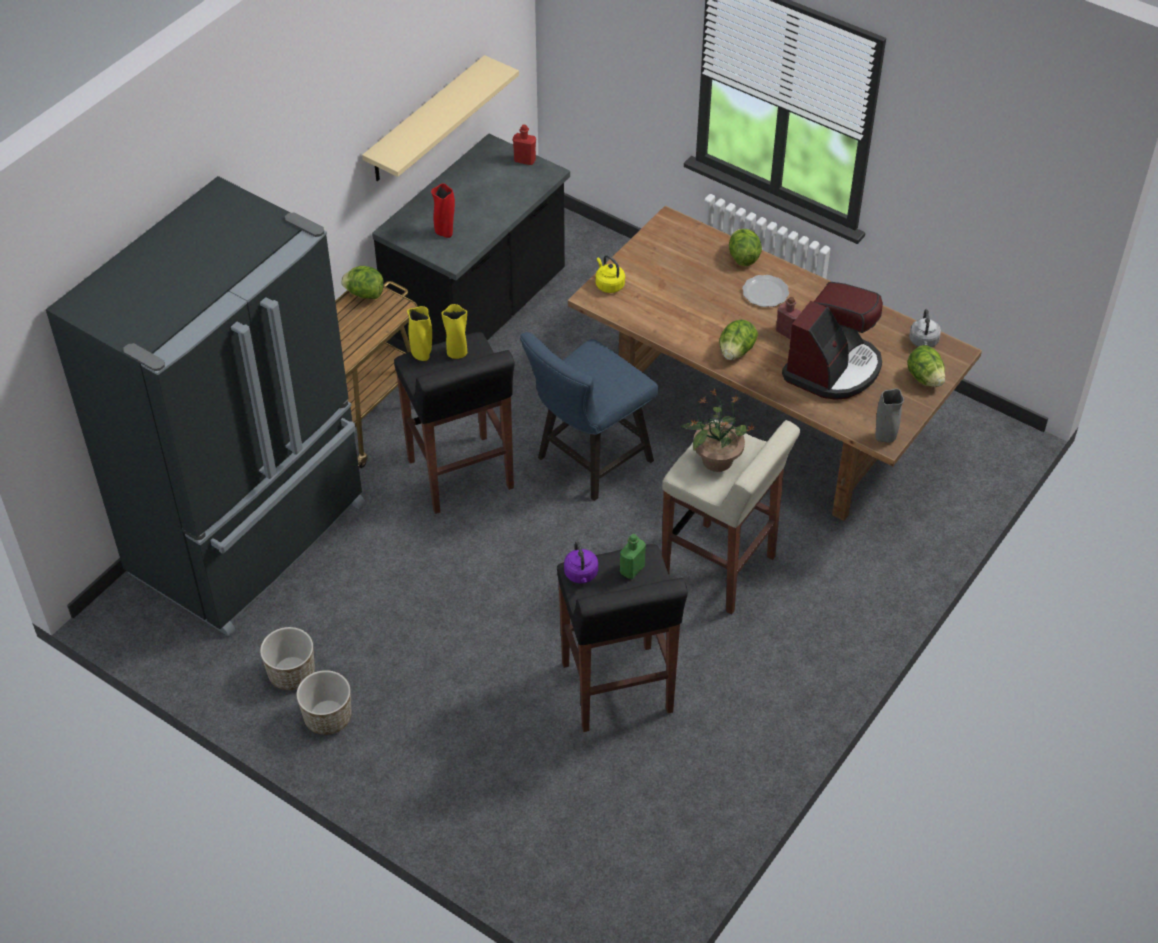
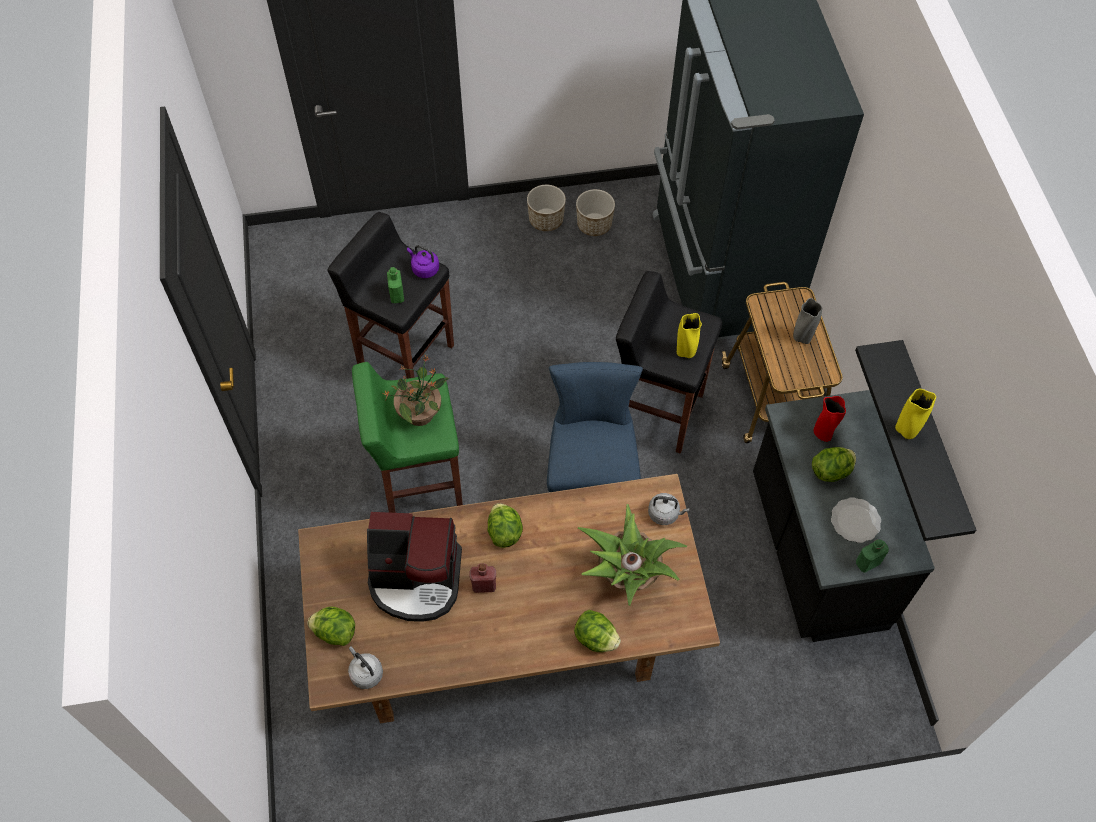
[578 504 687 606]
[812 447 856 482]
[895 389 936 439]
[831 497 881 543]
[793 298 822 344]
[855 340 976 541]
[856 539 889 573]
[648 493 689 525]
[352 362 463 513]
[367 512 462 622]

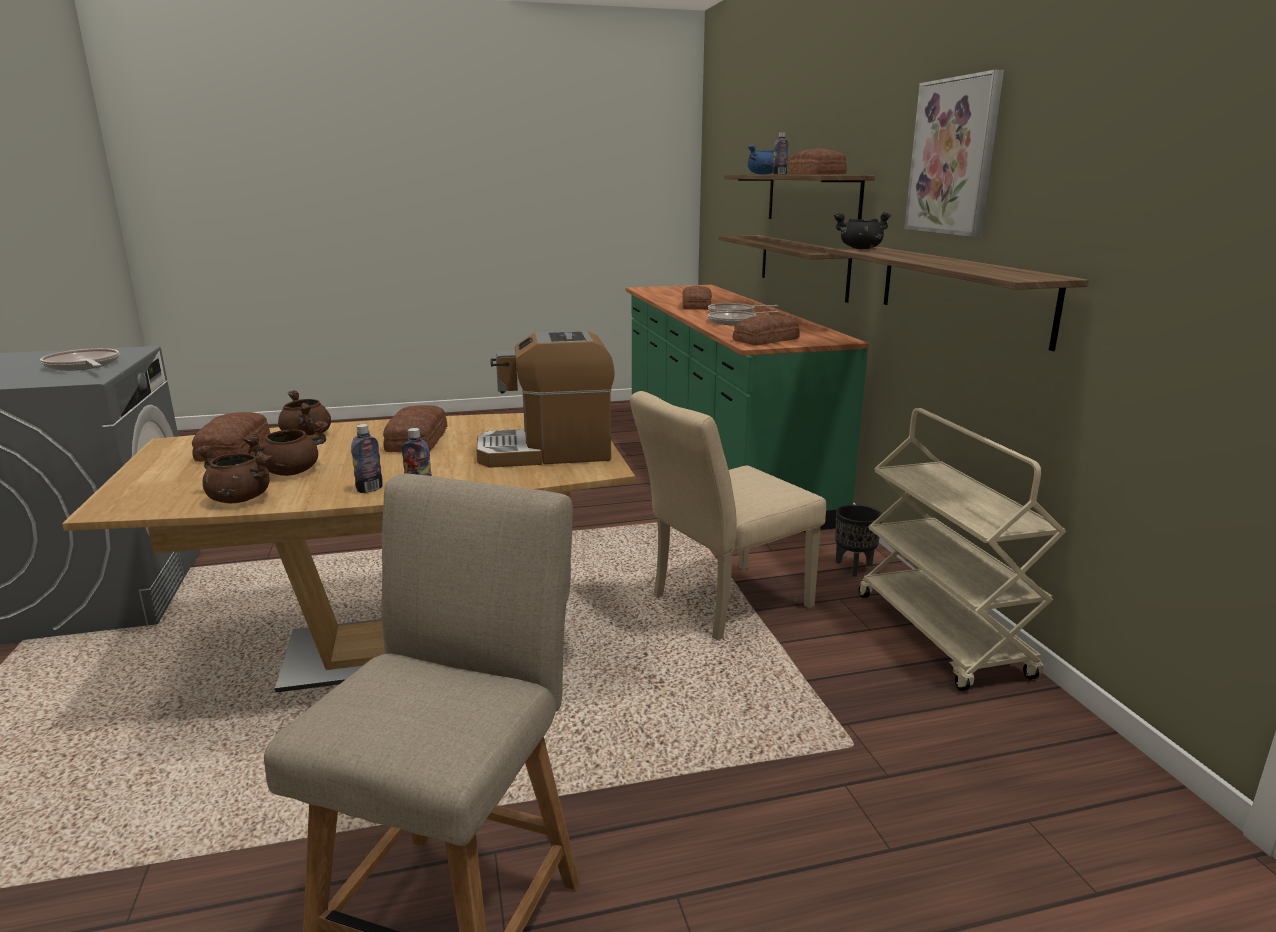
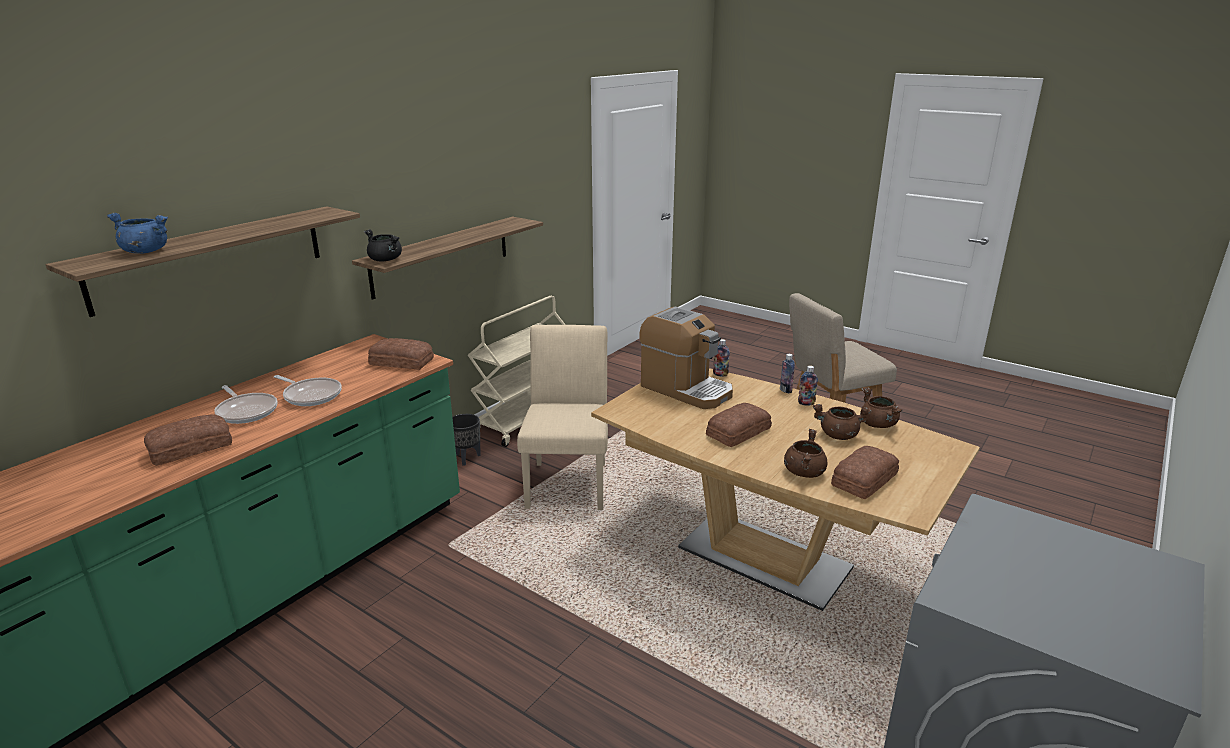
[40 348 119 371] (first image)
[719 235 852 303] (first image)
[788 148 847 174] (first image)
[904 69 1004 237] (first image)
[713 339 730 377]
[517 325 608 510]

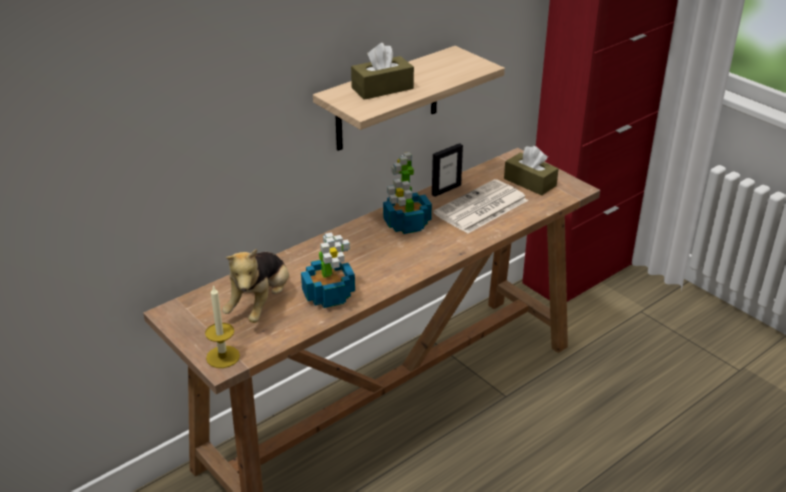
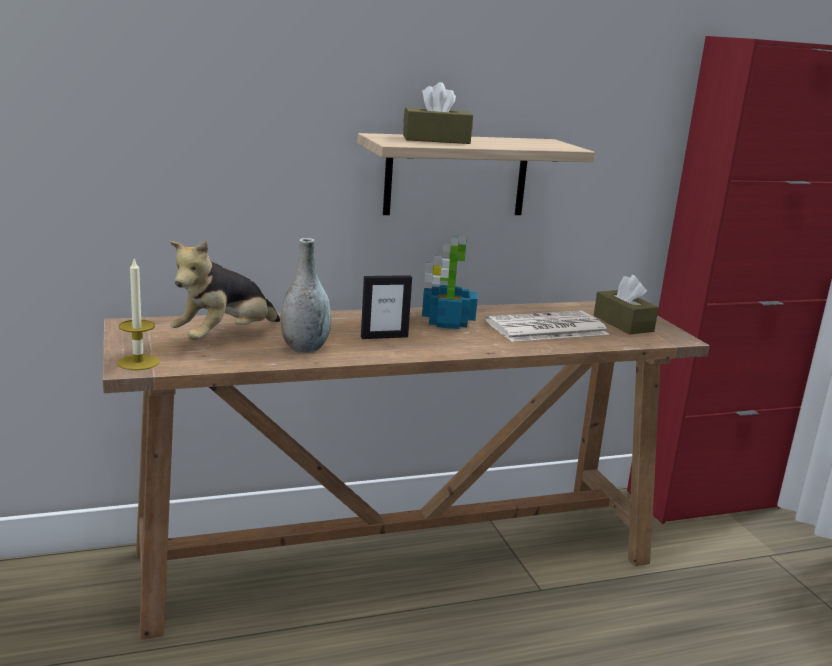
[361 275 412 339]
[281 238 331 353]

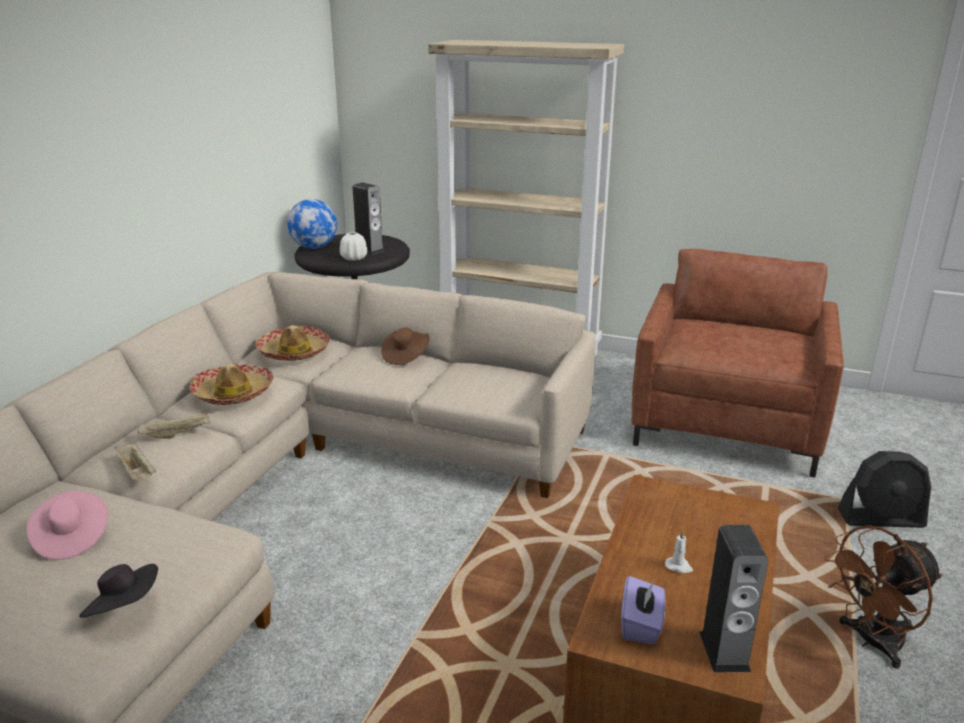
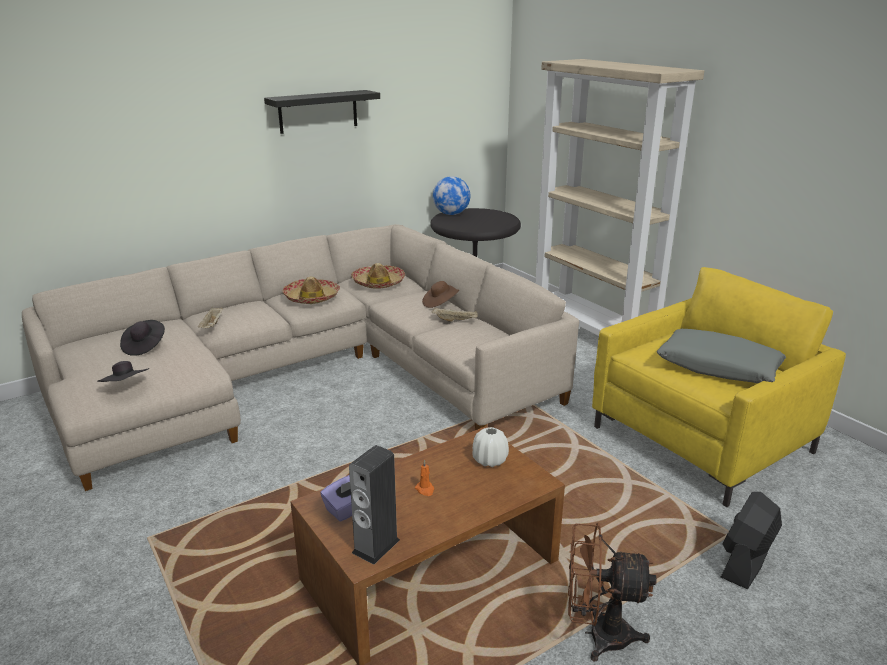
[352 183 384 255] (first image)
[264 90 380 134]
[657 329 786 383]
[432 308 478 322]
[472 427 509 467]
[120 320 165 356]
[592 267 846 507]
[415 460 434 496]
[721 492 782 589]

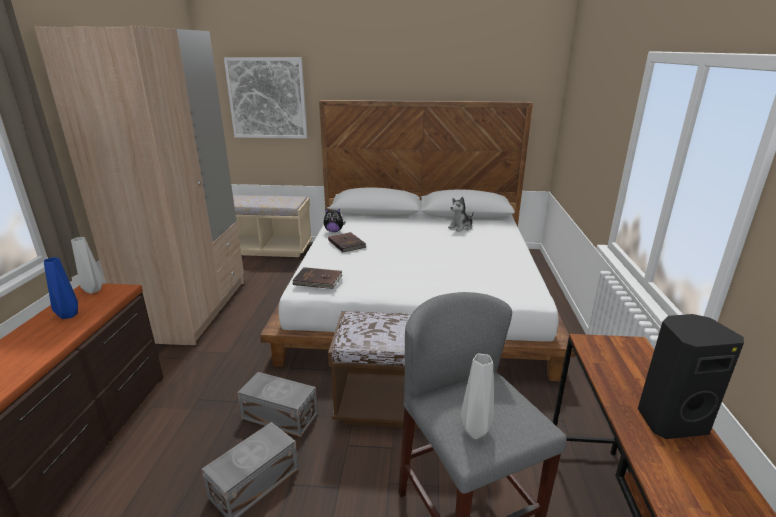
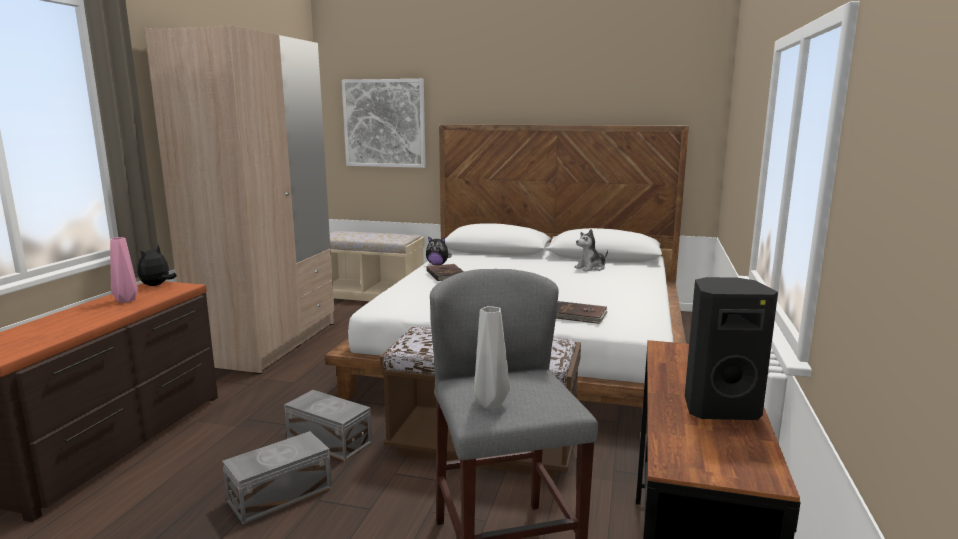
[556 301 608 324]
[137 245 177 286]
[110 237 138 303]

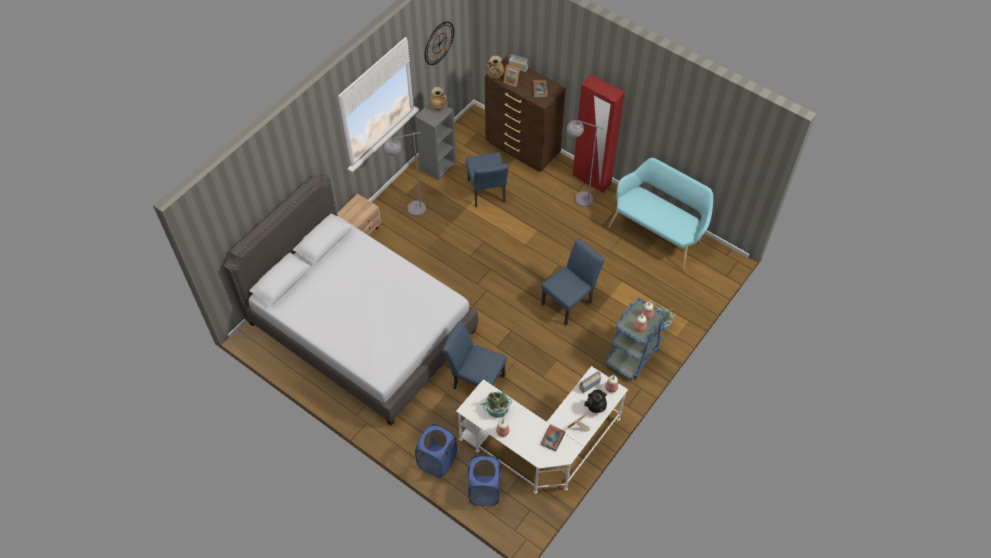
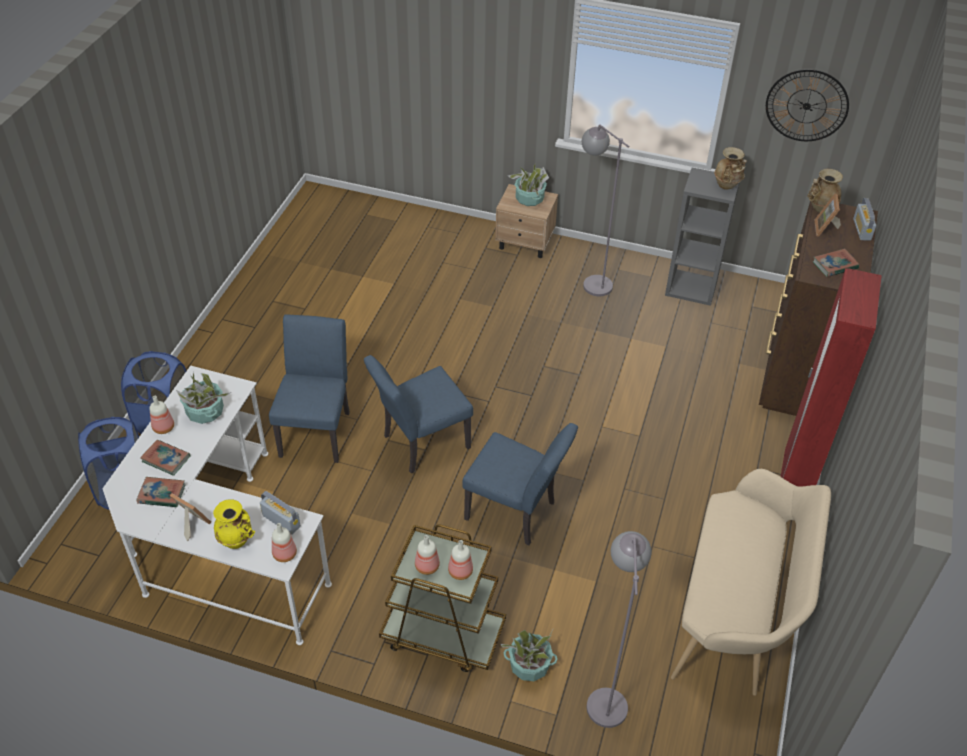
[223 174 478 426] (first image)
[140 440 191 476]
[508 163 549 206]
[364 355 473 474]
[587 531 652 728]
[213 499 256 549]
[379 524 506 672]
[671 469 831 696]

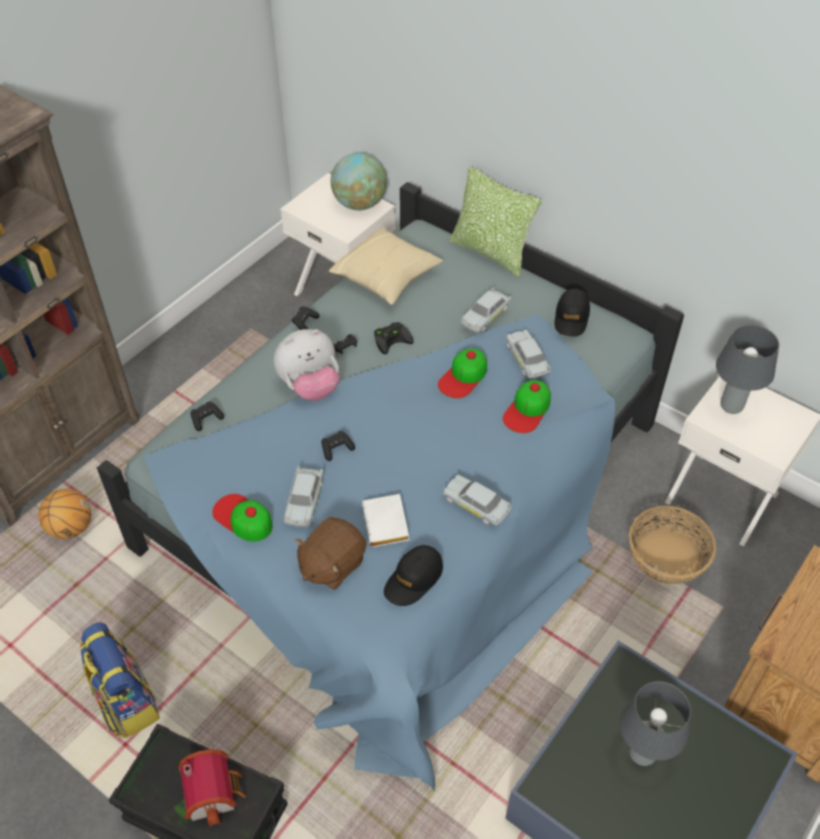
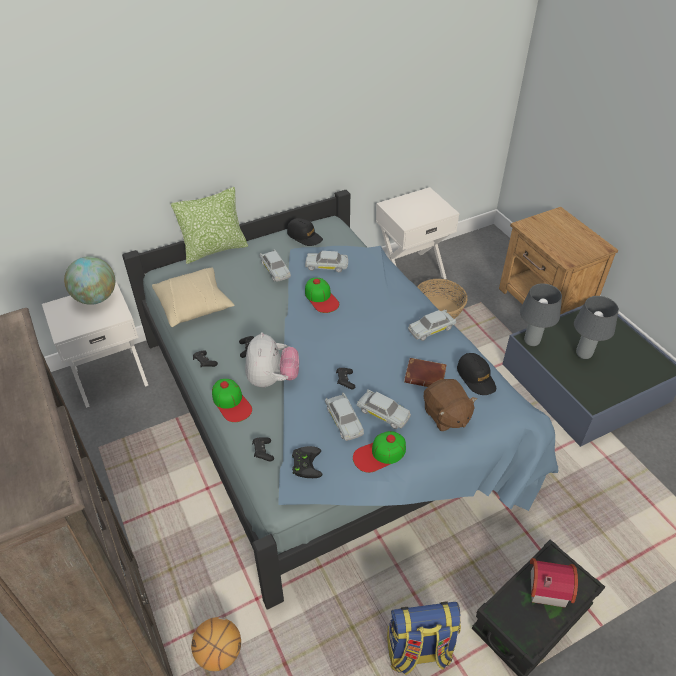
[325 393 364 441]
[292 446 323 478]
[212 379 252 422]
[520 283 562 346]
[404 358 447 387]

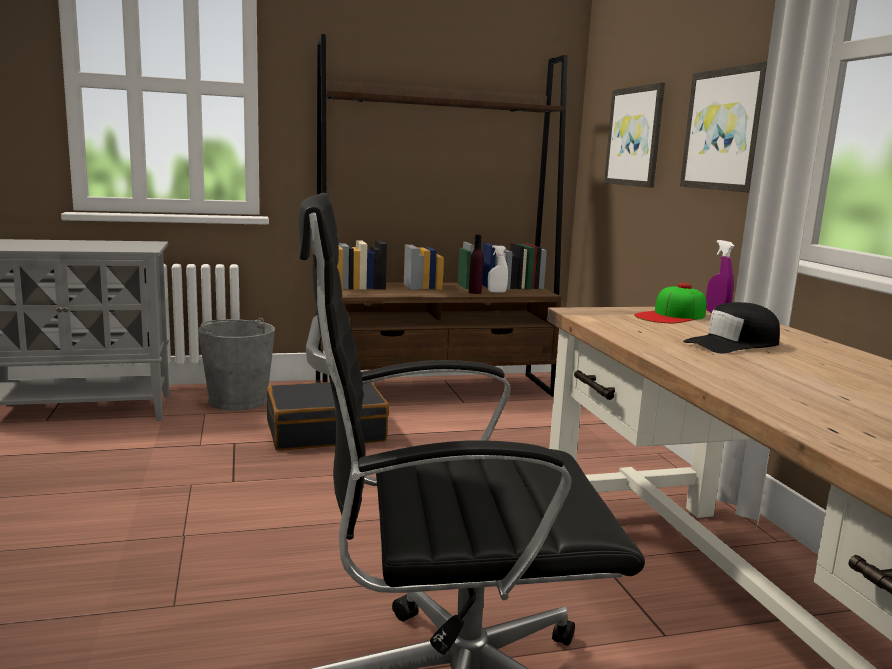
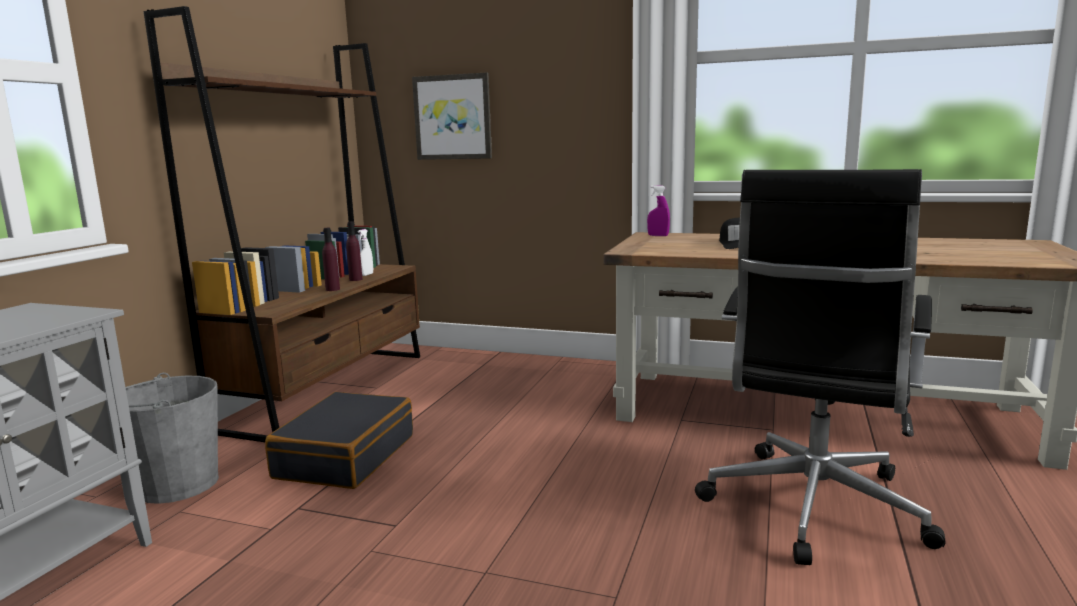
[634 283 706 323] (first image)
[680 61 767 193] (first image)
[322 228 340 291]

